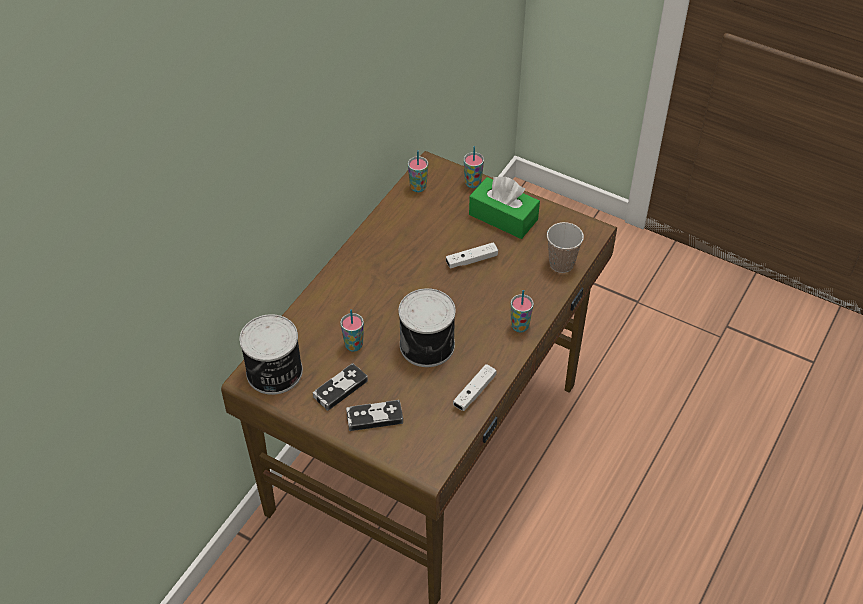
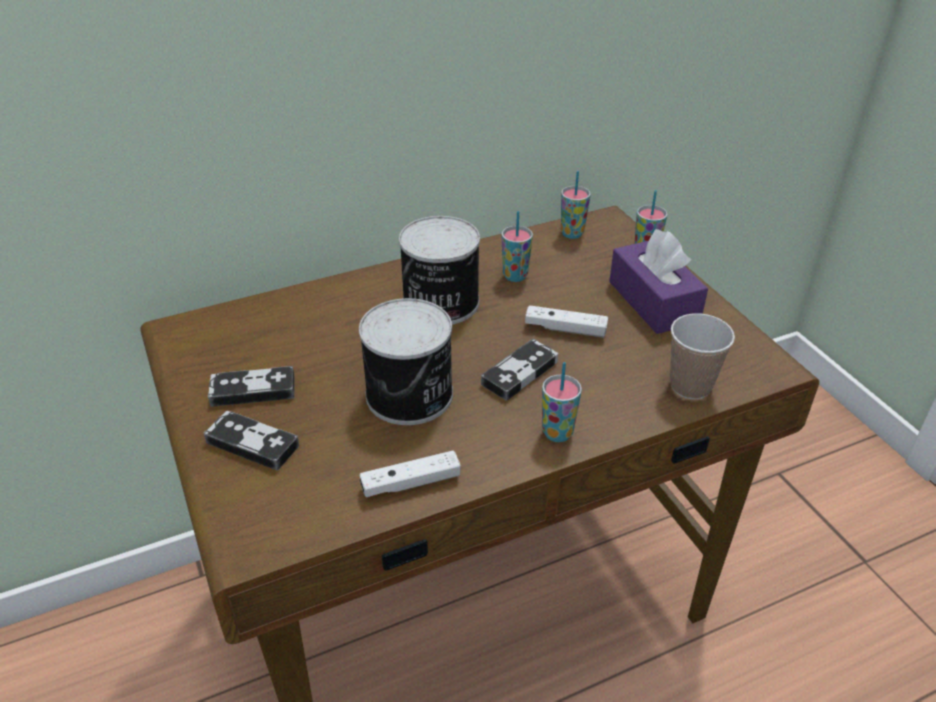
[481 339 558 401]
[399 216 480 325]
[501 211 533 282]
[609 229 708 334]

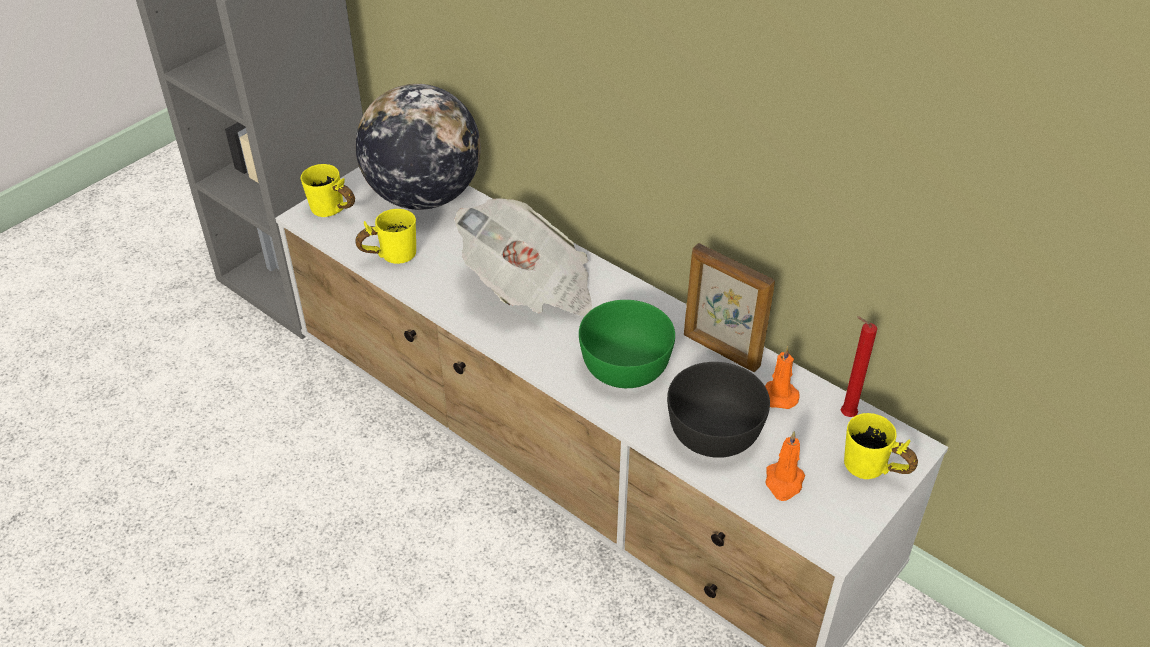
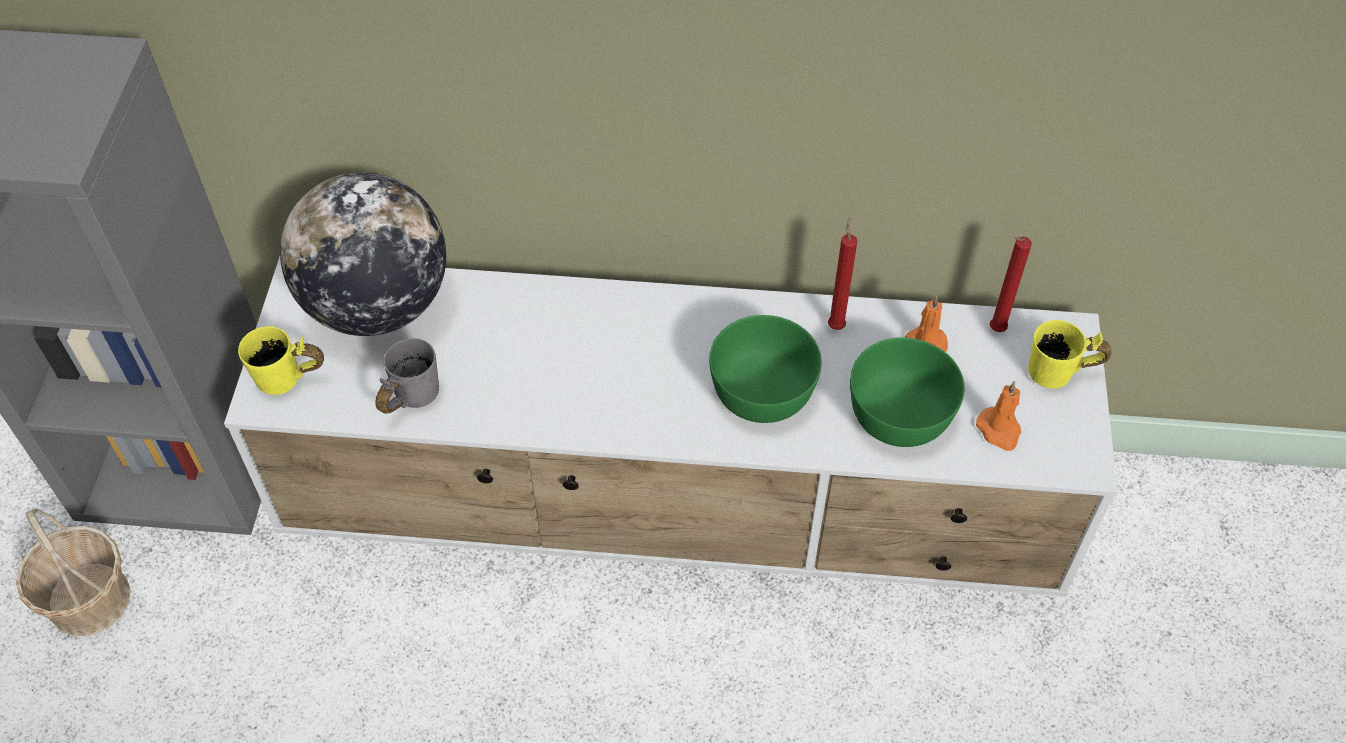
[455 198 592 316] (first image)
[16 508 131 636]
[828 217 858 330]
[375 338 439 414]
[850 337 965 447]

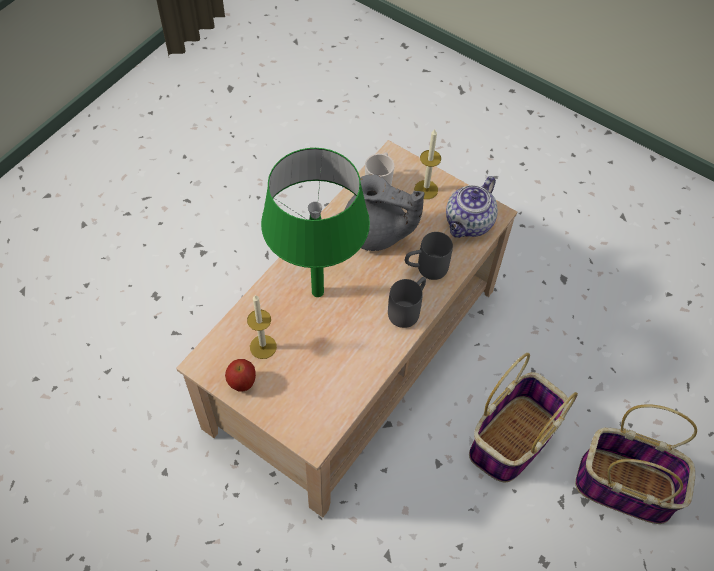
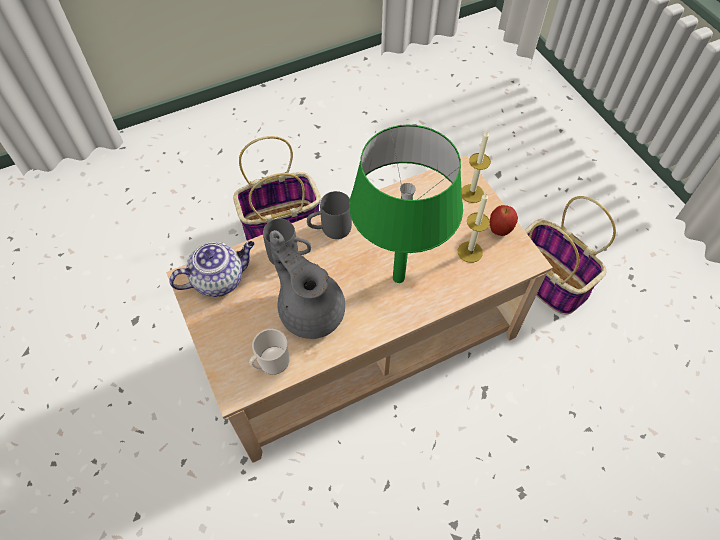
[462 131 491 203]
[524 196 616 315]

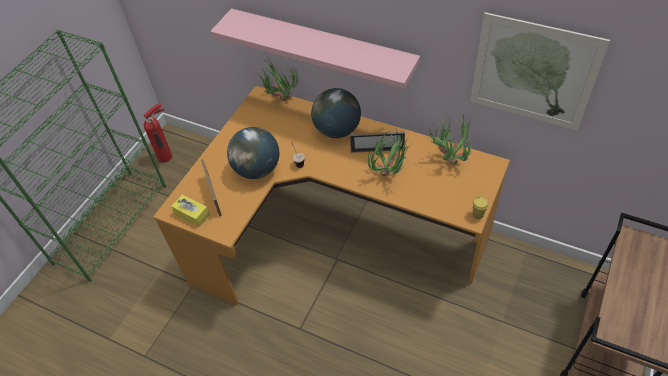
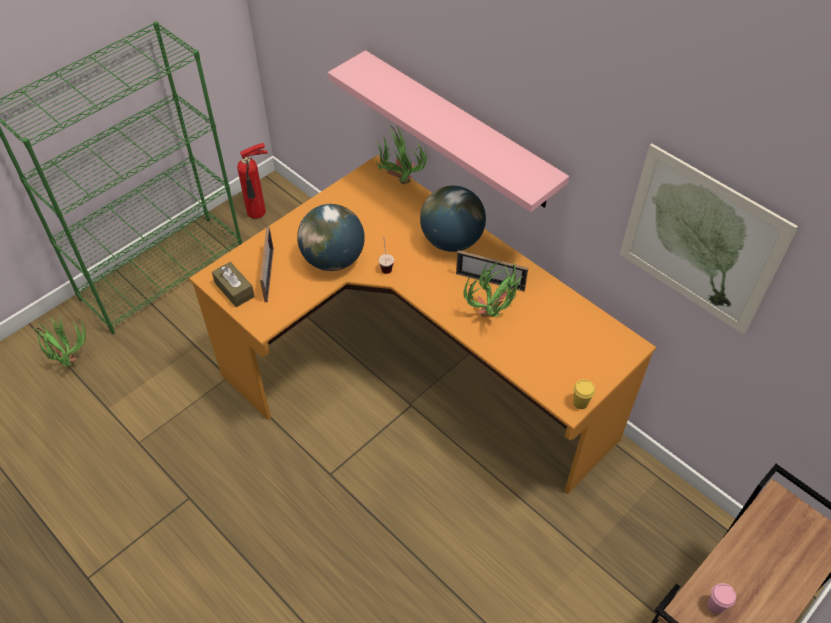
[707 583 736 614]
[32 315 86 367]
[212 262 255 307]

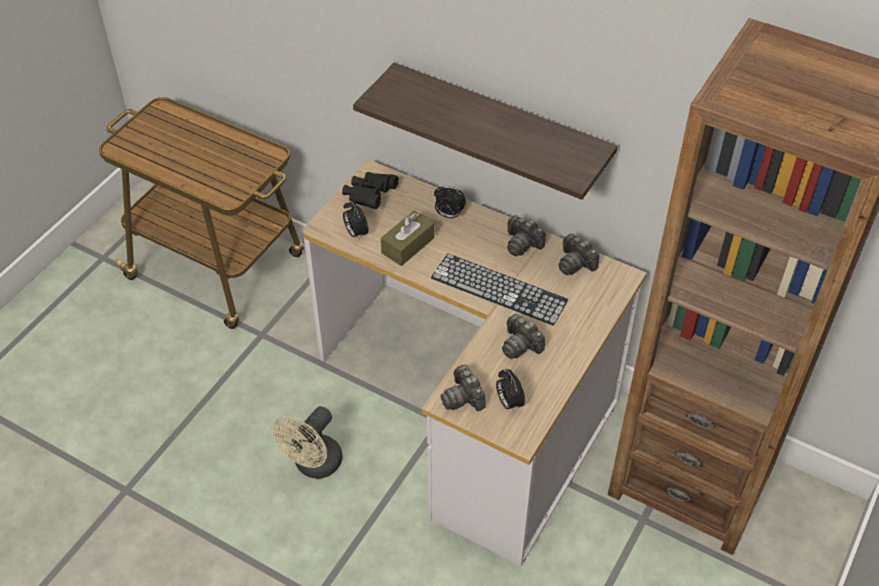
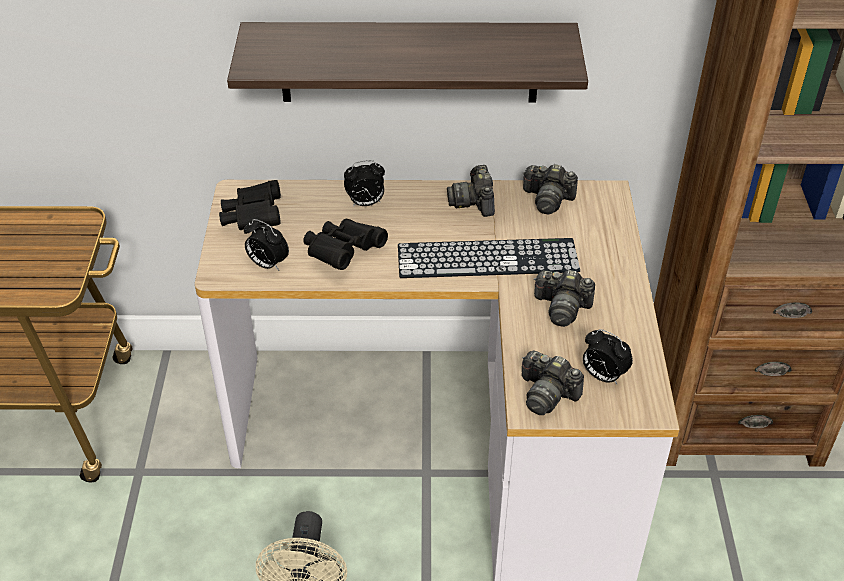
[303 219 388 270]
[447 165 495 217]

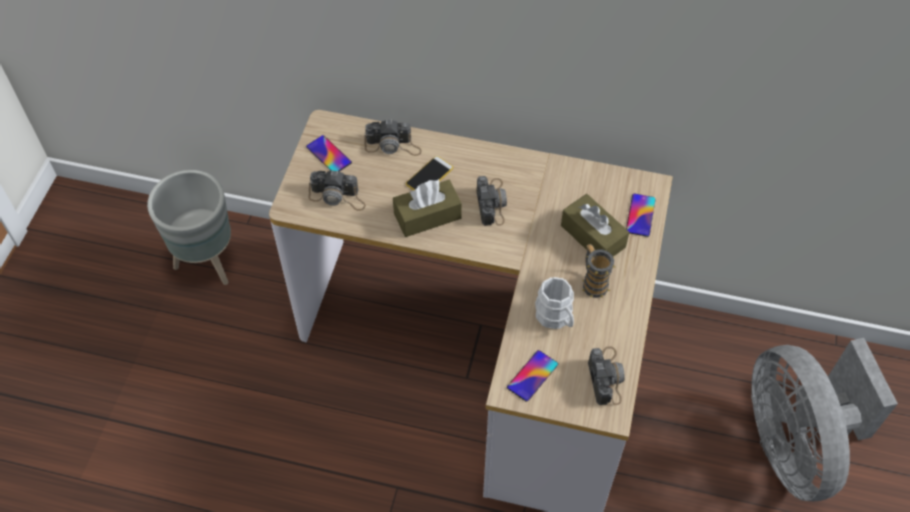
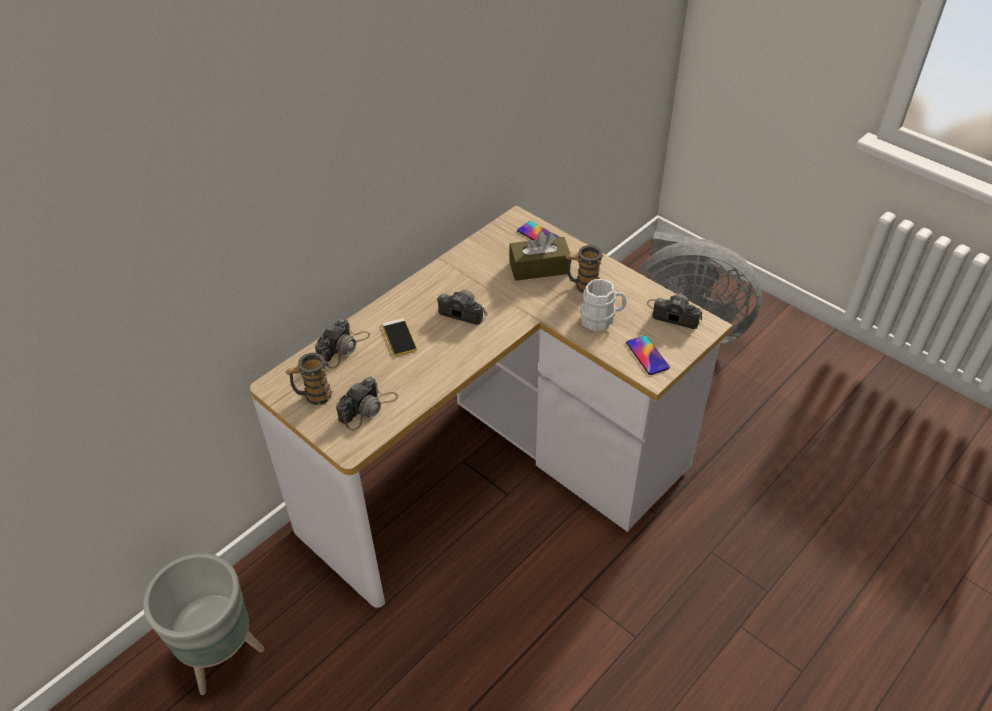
[393 179 462 237] (first image)
[285 353 334 405]

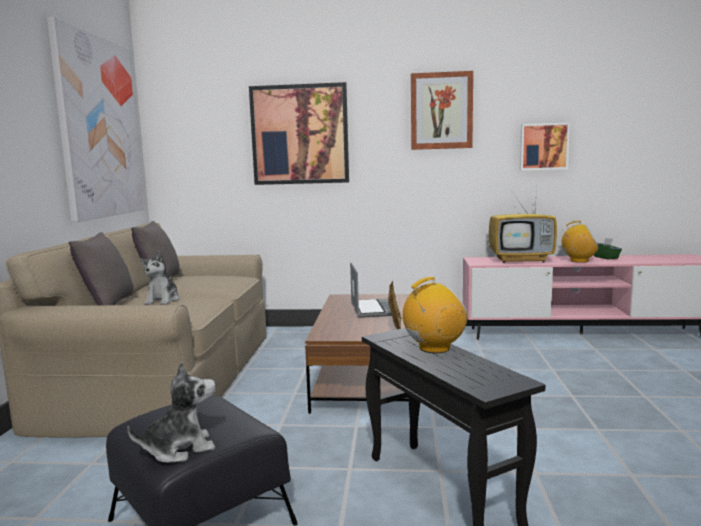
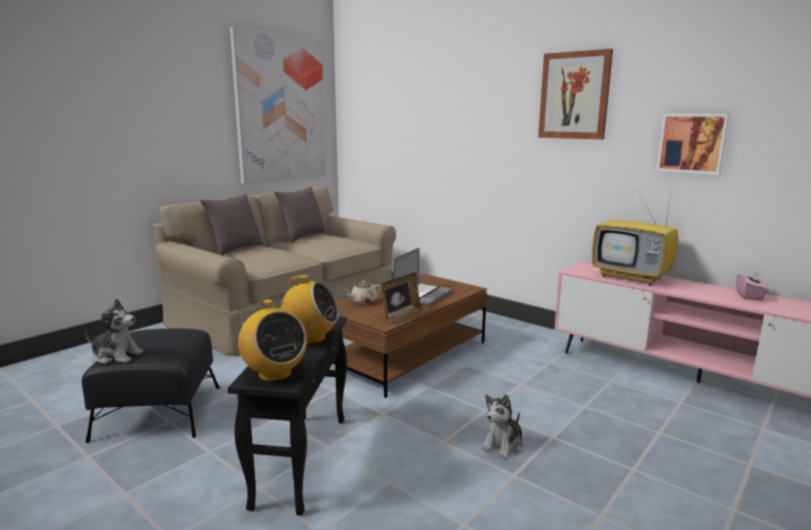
[249 82 349 185] (first image)
[344 281 381 304]
[481 394 523 460]
[238 299 307 382]
[736 270 769 300]

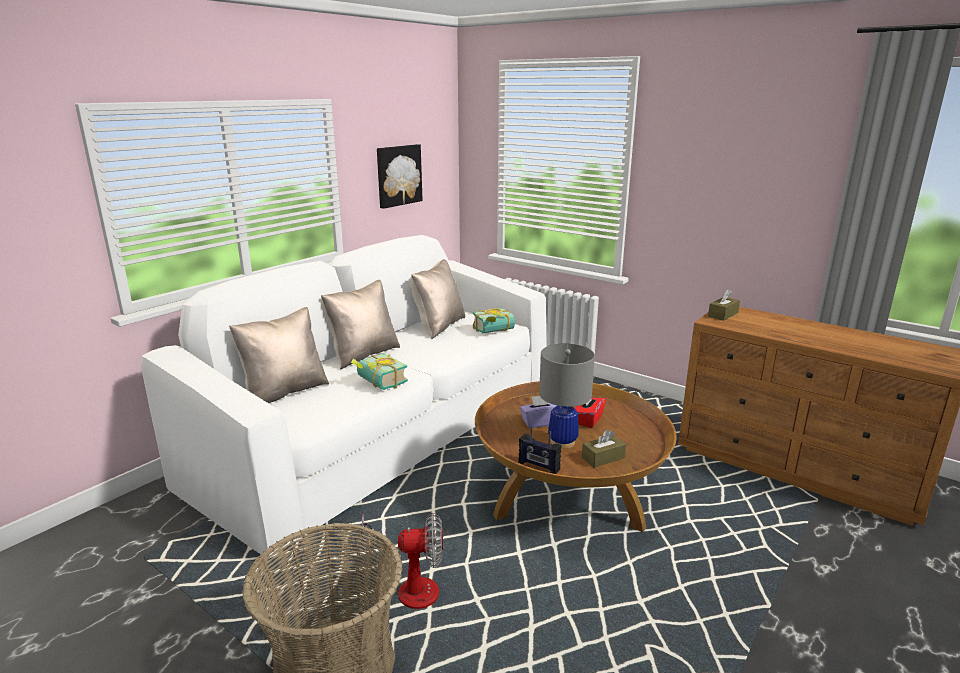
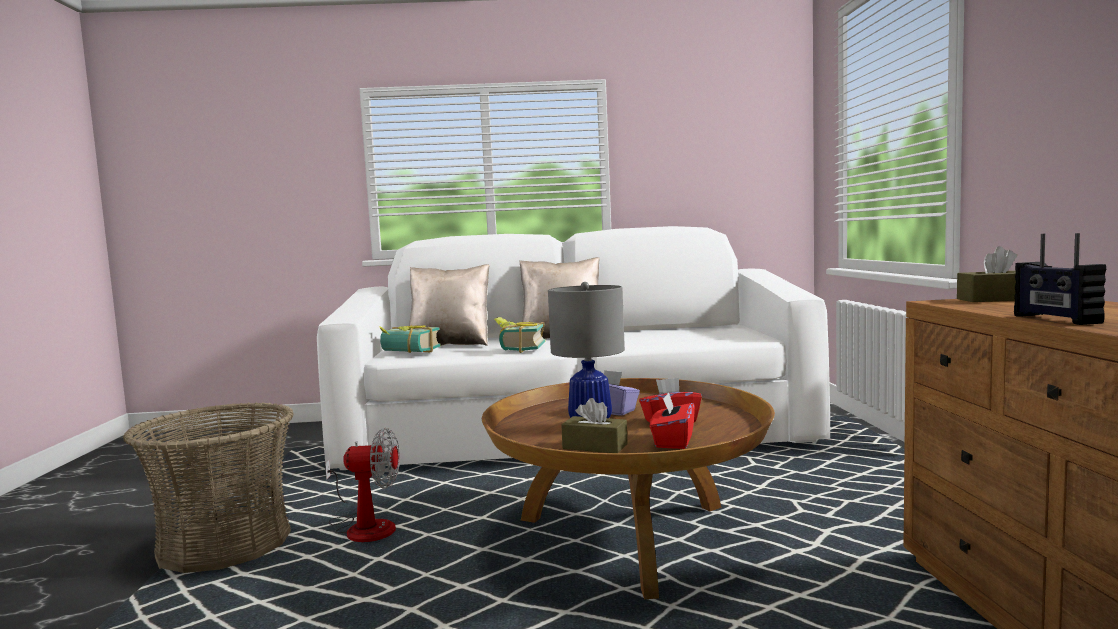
[377 144 423 209] (first image)
[410 259 465 339] (first image)
[650 392 695 449]
[379 325 441 353]
[1014 233 1106 325]
[325 428 400 542]

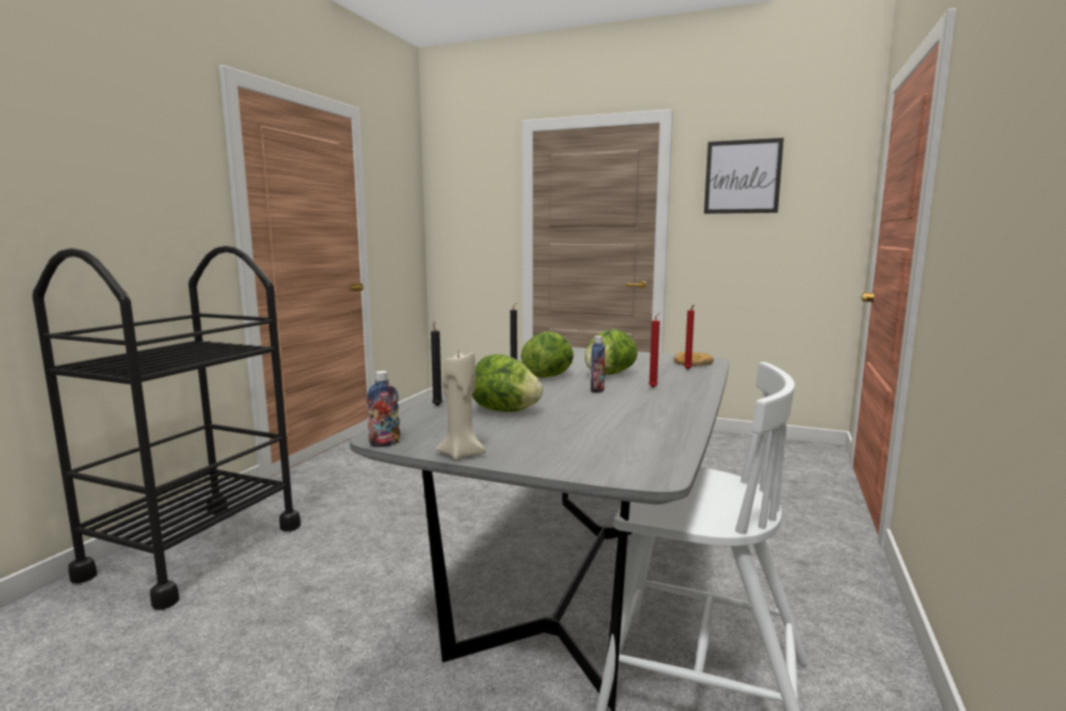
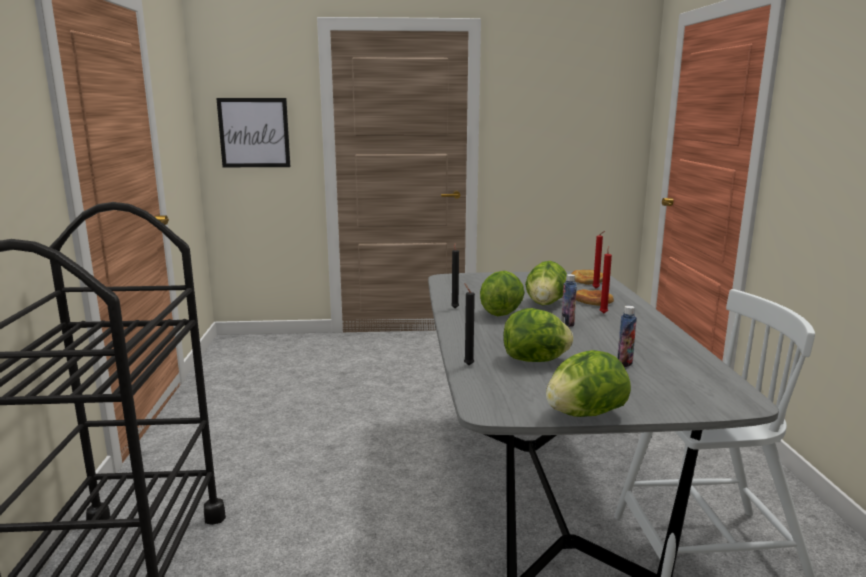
[576 289 614 306]
[617 306 637 367]
[216 98 291 167]
[546 350 631 417]

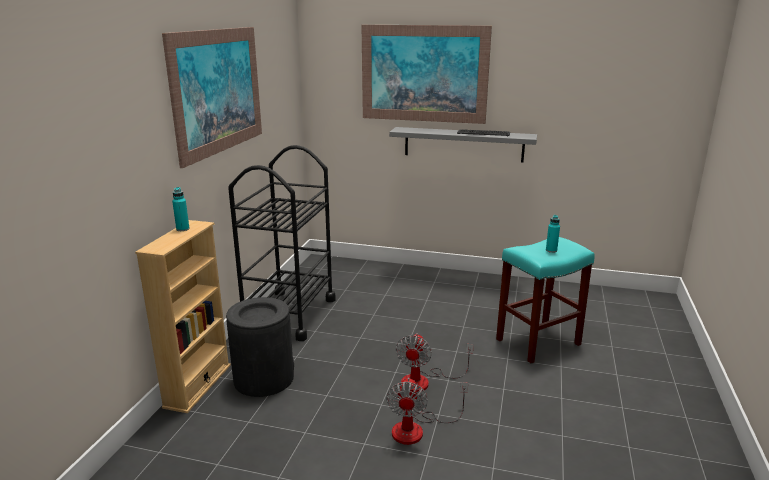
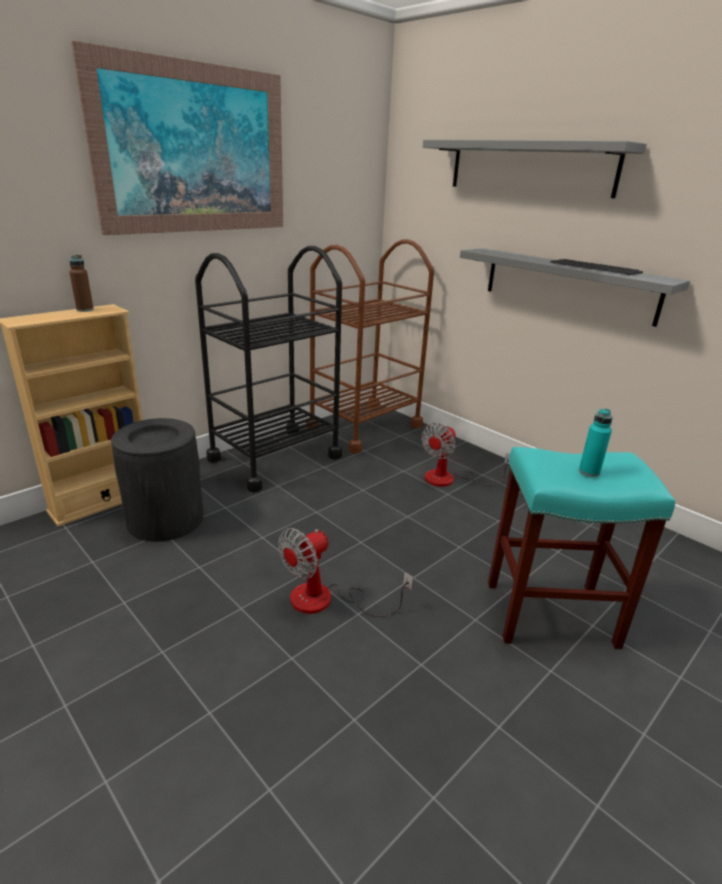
[306 239 434 454]
[421 423 510 487]
[423 140 647 198]
[69 255 94 312]

